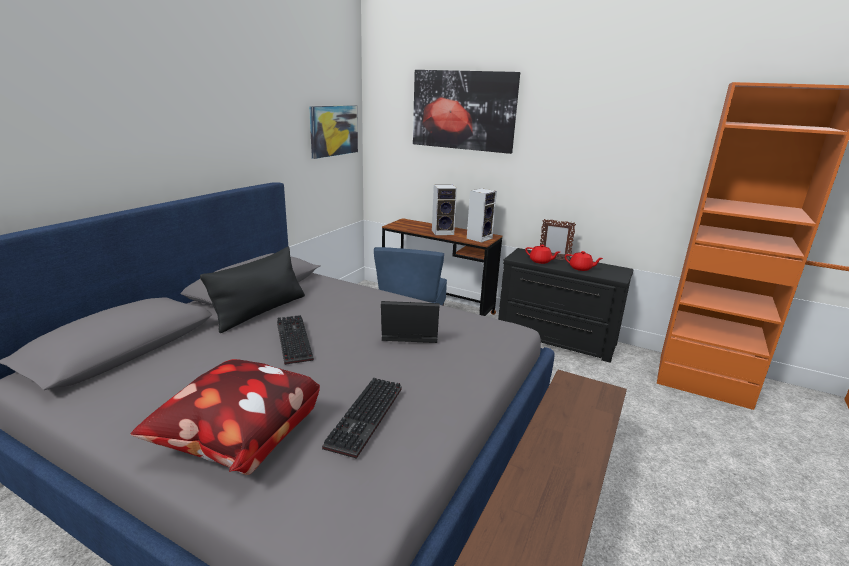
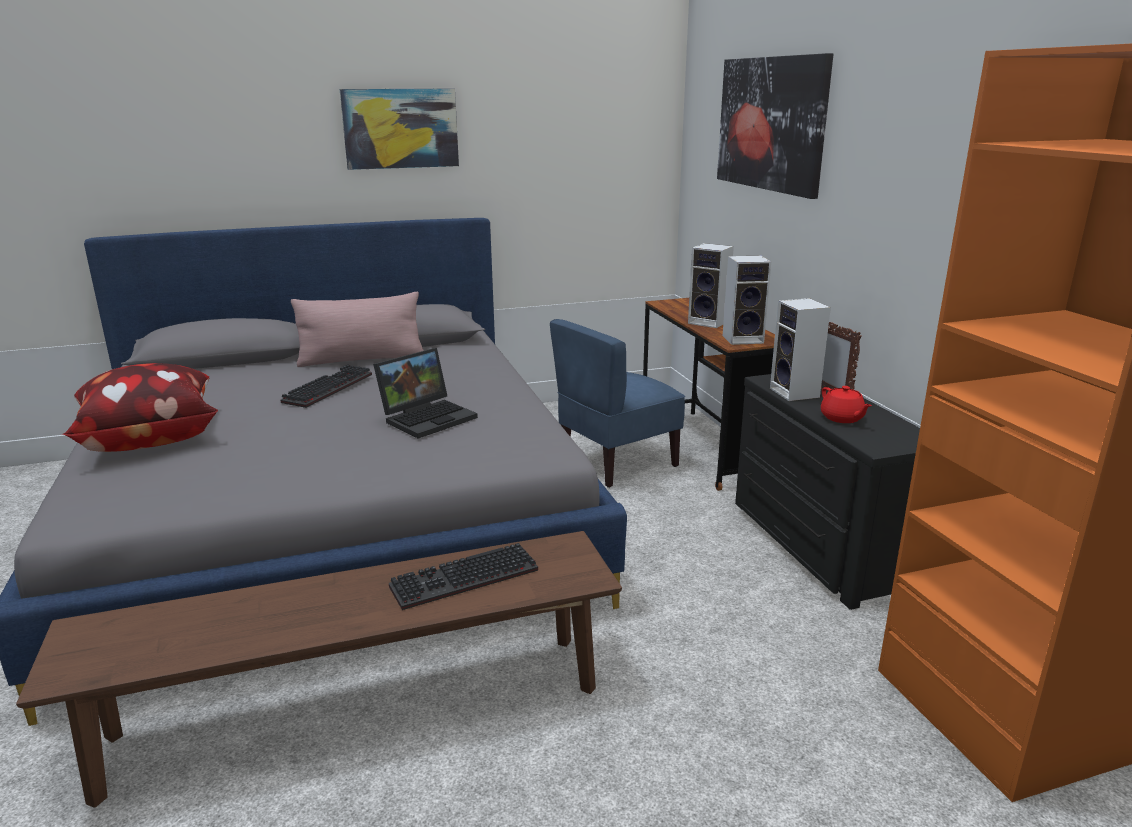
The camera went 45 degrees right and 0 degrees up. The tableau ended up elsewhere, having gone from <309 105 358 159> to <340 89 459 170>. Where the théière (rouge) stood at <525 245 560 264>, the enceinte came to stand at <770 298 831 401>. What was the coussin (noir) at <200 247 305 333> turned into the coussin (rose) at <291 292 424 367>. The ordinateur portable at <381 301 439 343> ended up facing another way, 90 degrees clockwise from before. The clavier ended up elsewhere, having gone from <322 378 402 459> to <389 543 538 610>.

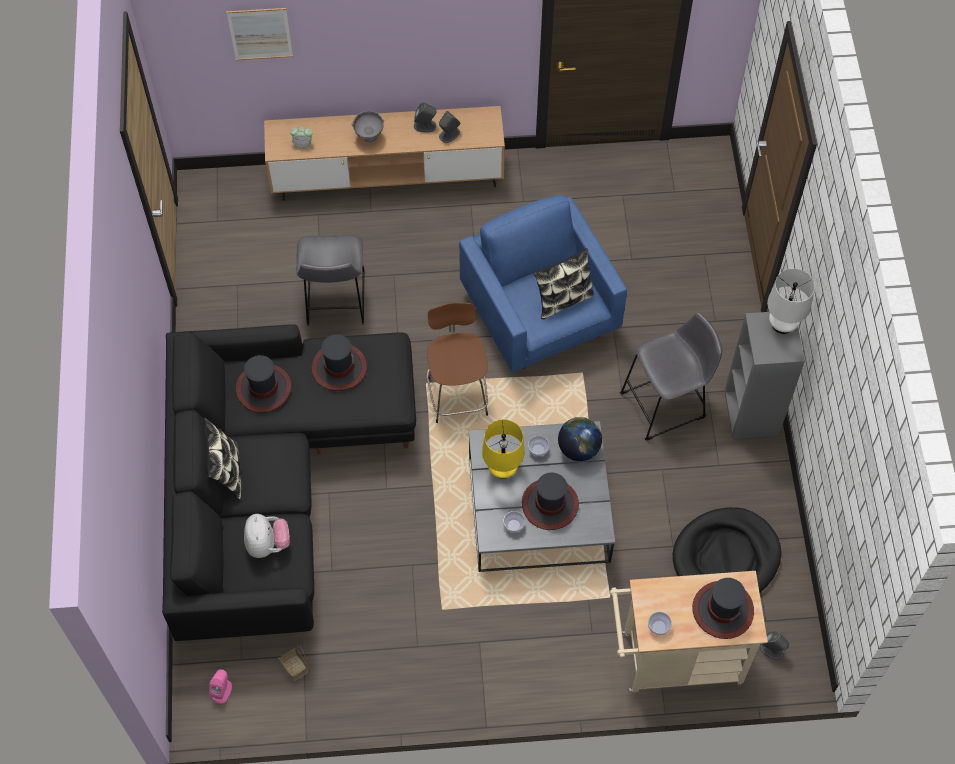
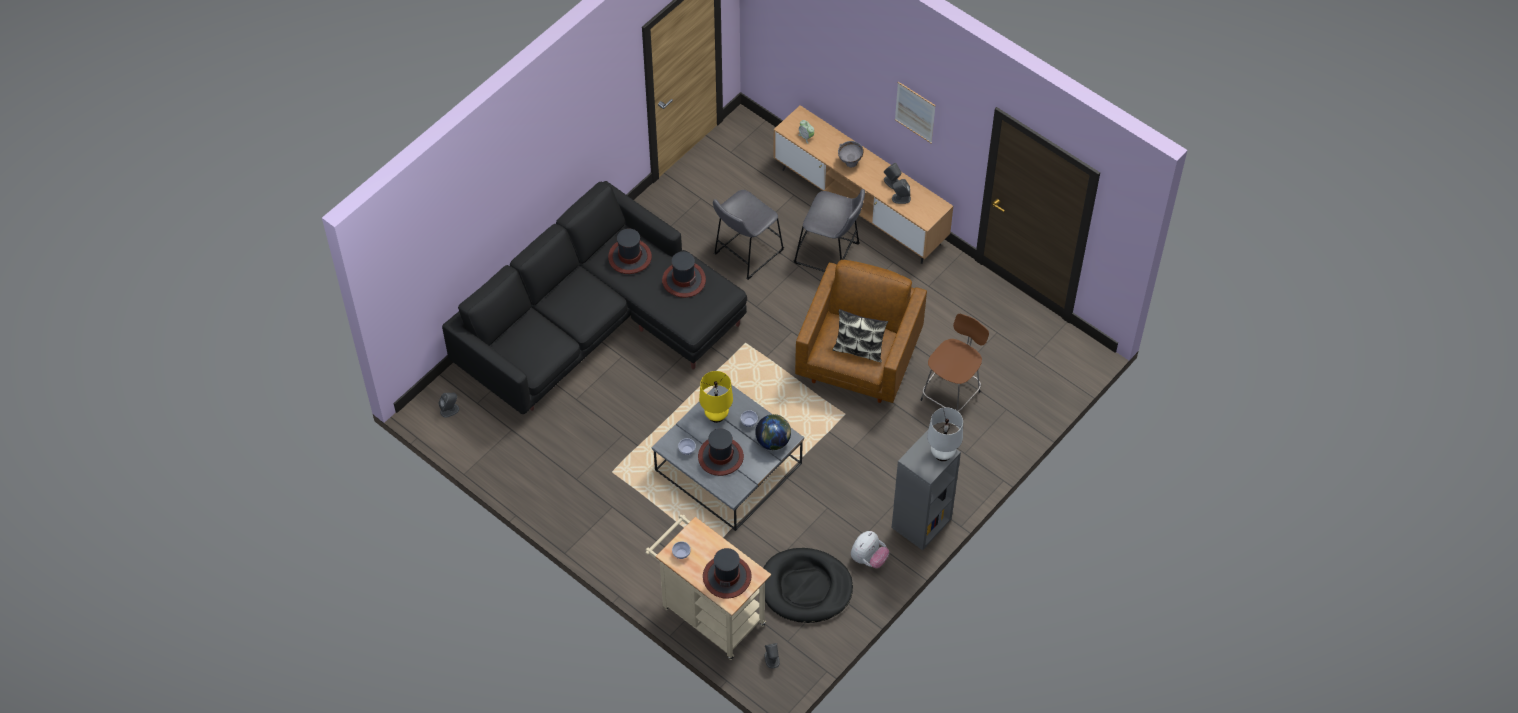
The camera went 45 degrees right and 5 degrees down. The tableau ended up elsewhere, having gone from <227 8 293 61> to <895 82 936 144>. What was the fauteuil (bleu) at <459 195 627 372> turned into the fauteuil (marron) at <795 260 927 403>. The tabouret (marron) ended up elsewhere, having gone from <427 302 488 423> to <920 314 989 412>. The tabouret (gris) ended up elsewhere, having gone from <620 312 722 441> to <793 189 865 272>. The second view lost the coussin at <204 418 241 501>. The peluche ended up elsewhere, having gone from <244 514 290 558> to <851 531 889 568>. The second view lost the panier at <278 644 308 681>. What was the enceinte (rose) at <209 669 232 704> turned into the enceinte (gris) at <438 393 459 418>.

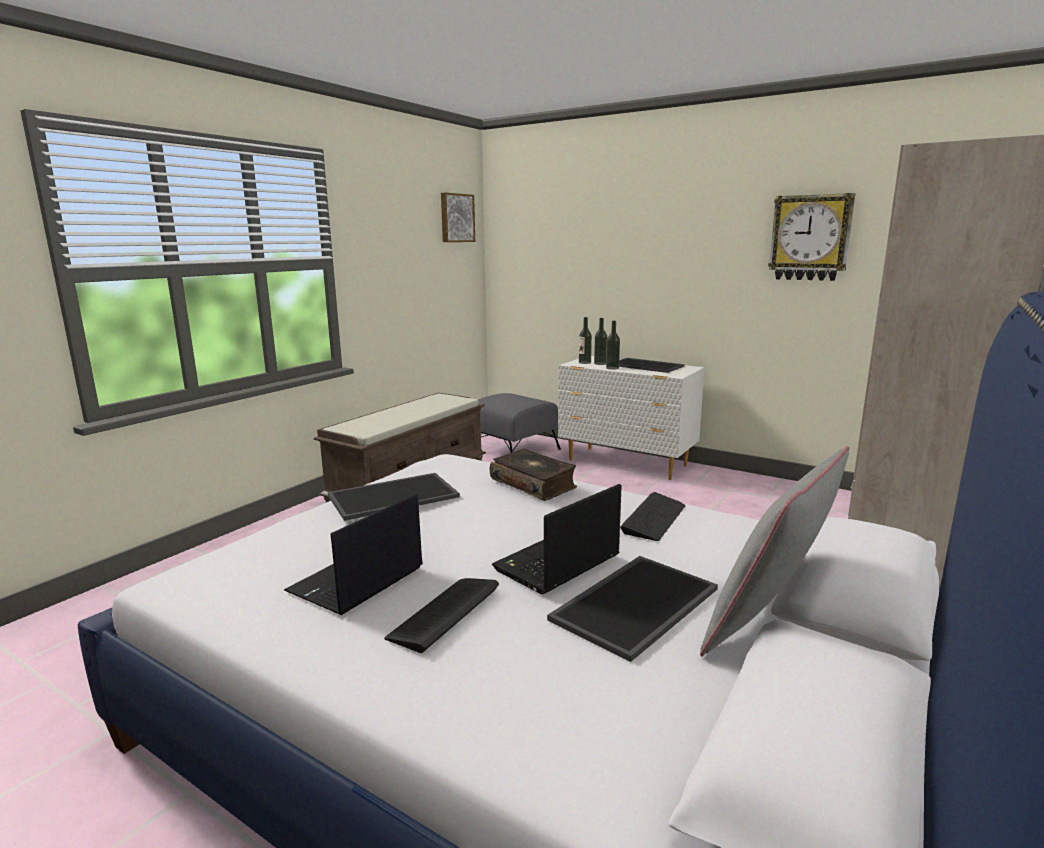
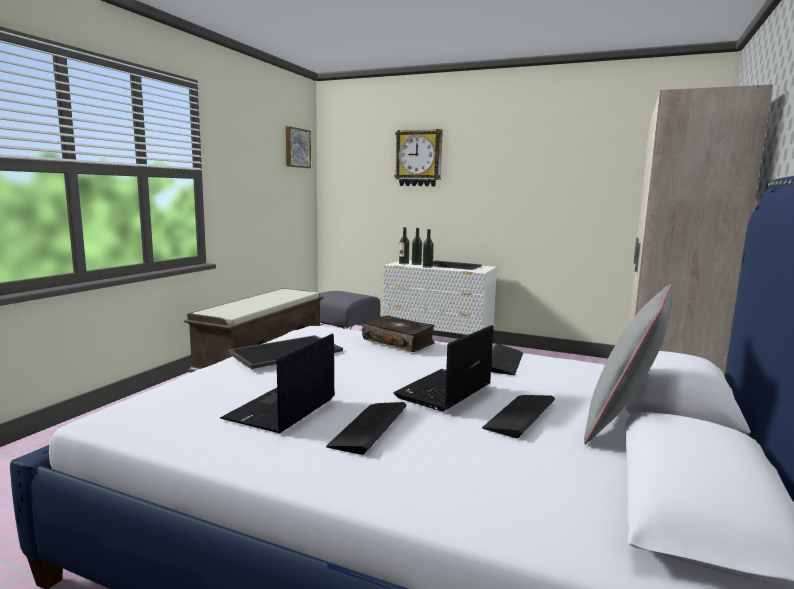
The camera went 10 degrees left and 5 degrees down. The horloge murale ended up elsewhere, having gone from <768 193 855 281> to <394 129 443 186>. Where the plateau stood at <547 556 718 662>, the clavier came to stand at <482 395 555 438>.

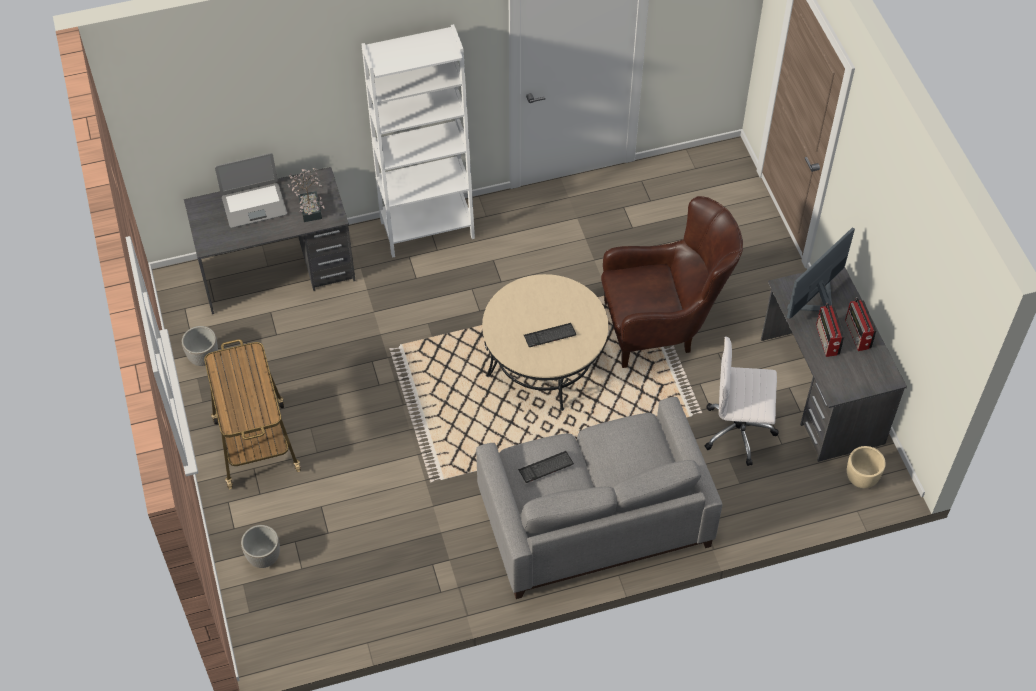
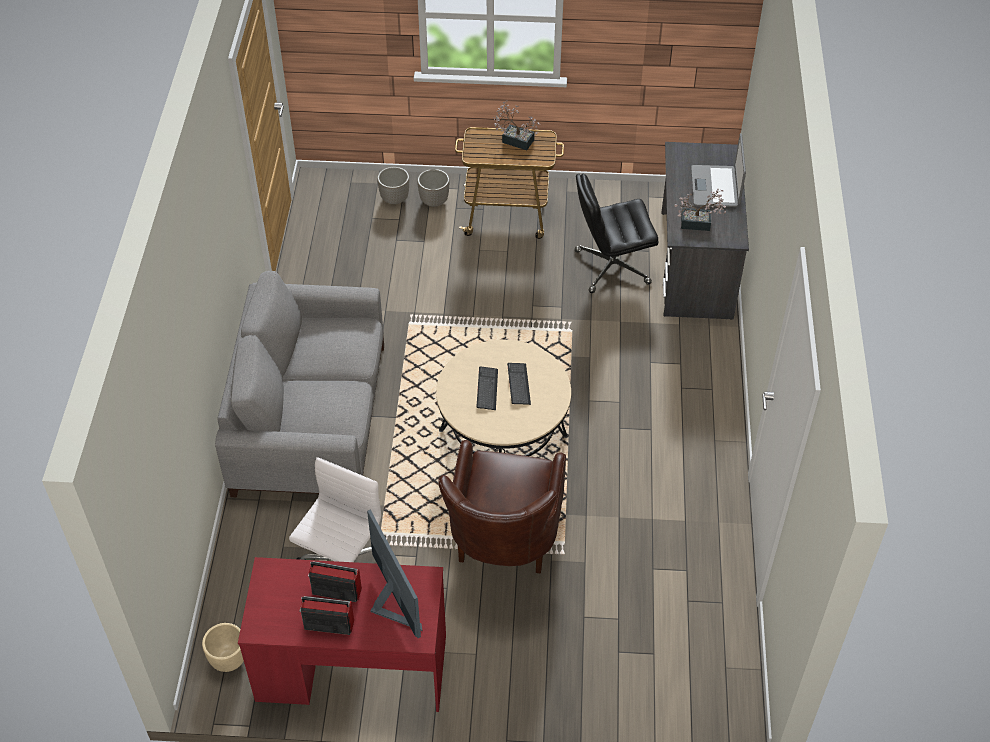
The camera went 110 degrees right and 5 degrees down. The second view lost the bibliothèque (blanc) at <362 24 475 258>. What was the bureau (gris) at <761 267 907 462> turned into the bureau (rouge) at <238 557 446 712>. The cache-pot ended up elsewhere, having gone from <182 326 218 366> to <417 169 449 207>. The clavier ended up elsewhere, having gone from <518 451 574 483> to <507 363 531 405>. The second view gained the plante en pot at <493 100 540 150>. The second view gained the chaise de bureau (noir) at <575 173 659 293>.

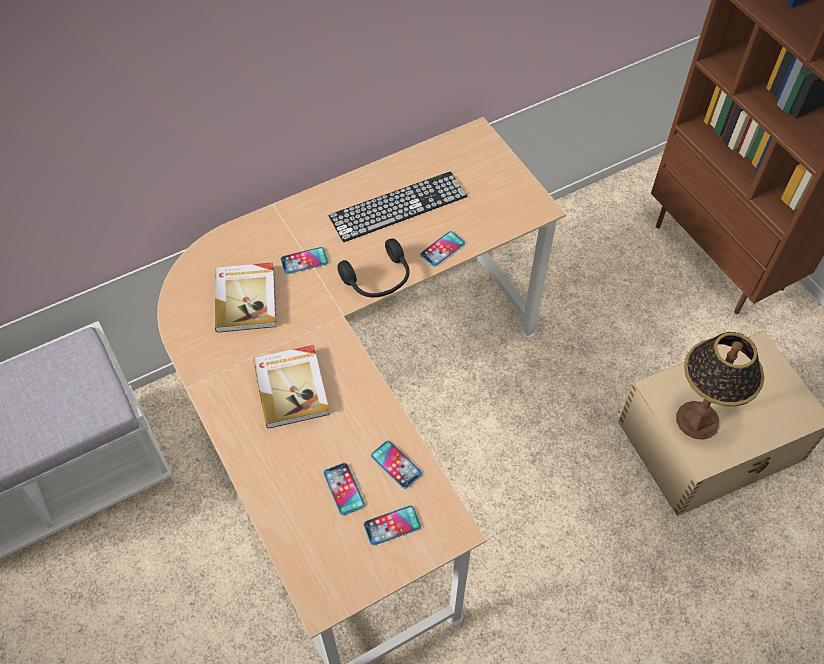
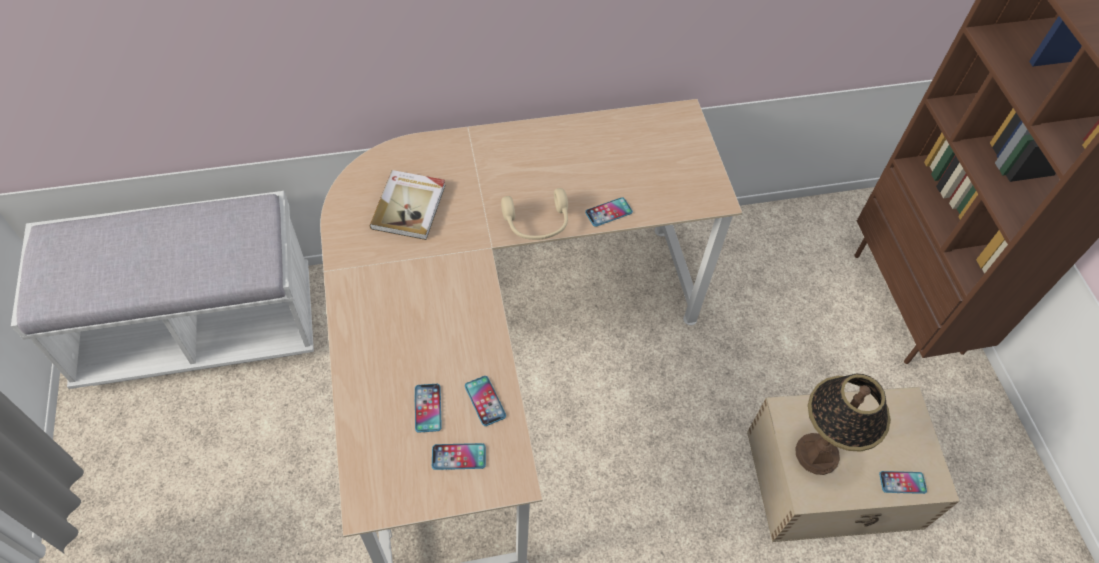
The camera went 15 degrees right and 0 degrees up. The second view lost the clavier at <328 172 467 242>. What was the casque audio (noir) at <337 238 409 297> turned into the casque audio (beige) at <501 188 568 240>. The téléphone ended up elsewhere, having gone from <280 247 328 274> to <879 471 927 494>. The second view lost the livre at <253 345 330 428>.

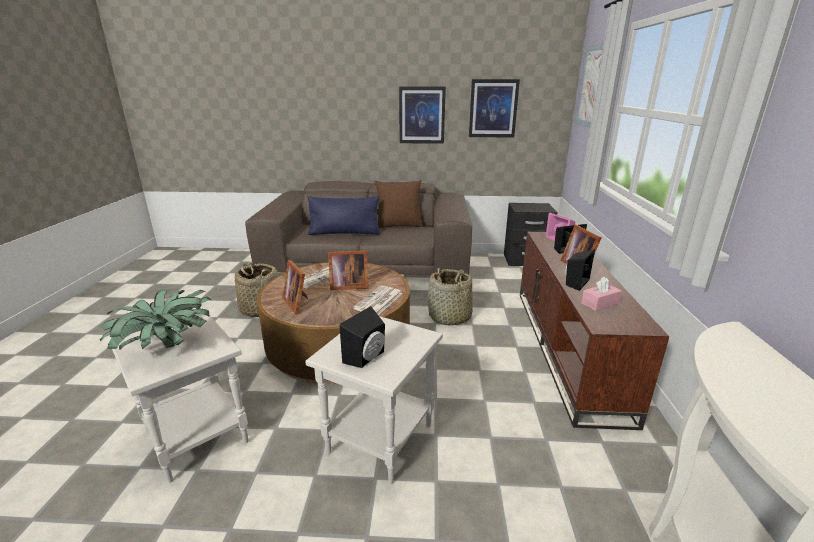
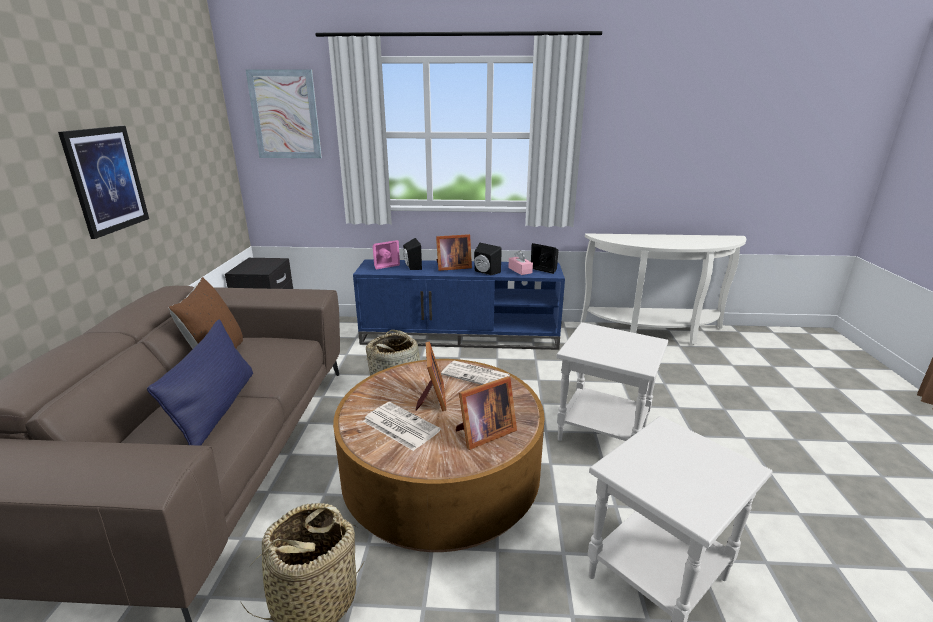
The camera went 90 degrees left and 0 degrees up. The second view lost the tableau at <469 79 520 137>. What was the meuble télé (marron) at <520 232 669 430> turned into the meuble télé (bleu) at <353 259 565 350>. The second view lost the plante en pot at <100 290 211 350>. The enceinte (noir) ended up elsewhere, having gone from <340 306 385 368> to <531 243 559 274>.

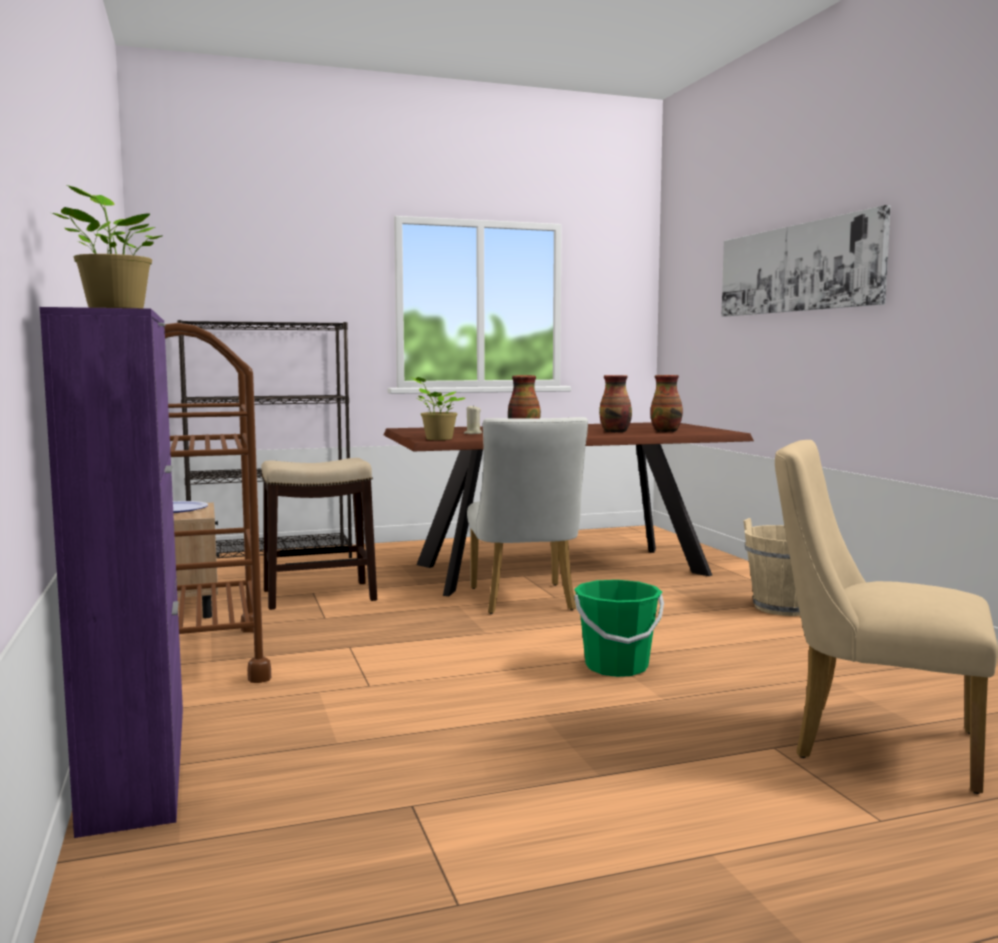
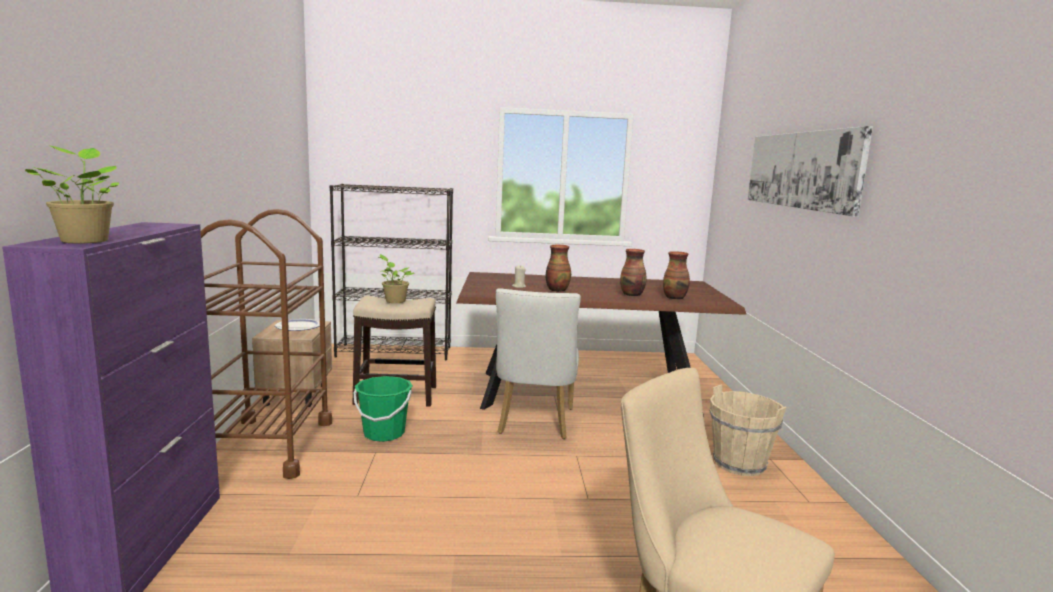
The camera went 15 degrees right and 5 degrees up. The plante en pot ended up elsewhere, having gone from <411 377 465 440> to <379 254 415 303>. The seau (vert) ended up elsewhere, having gone from <574 580 664 677> to <354 376 413 442>.

